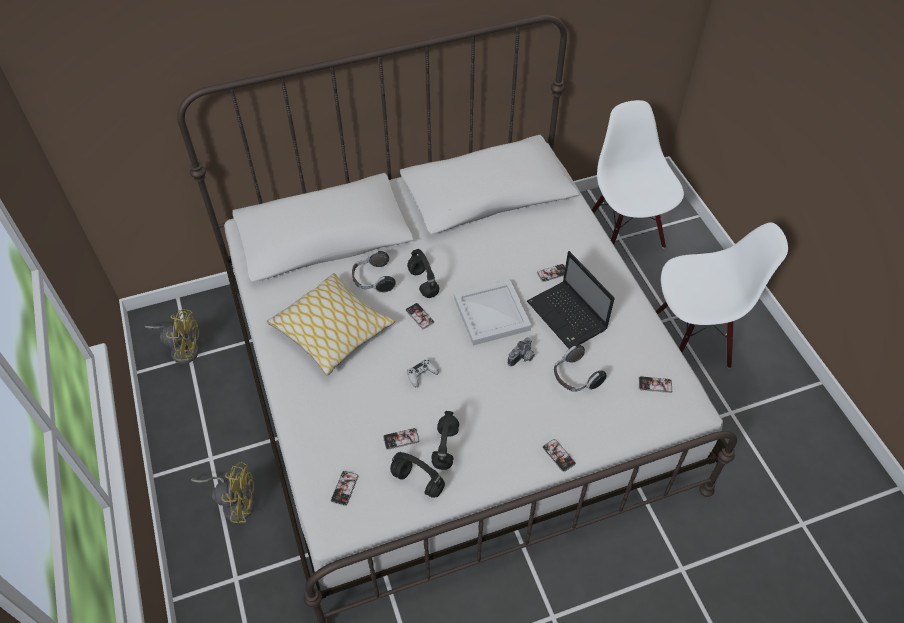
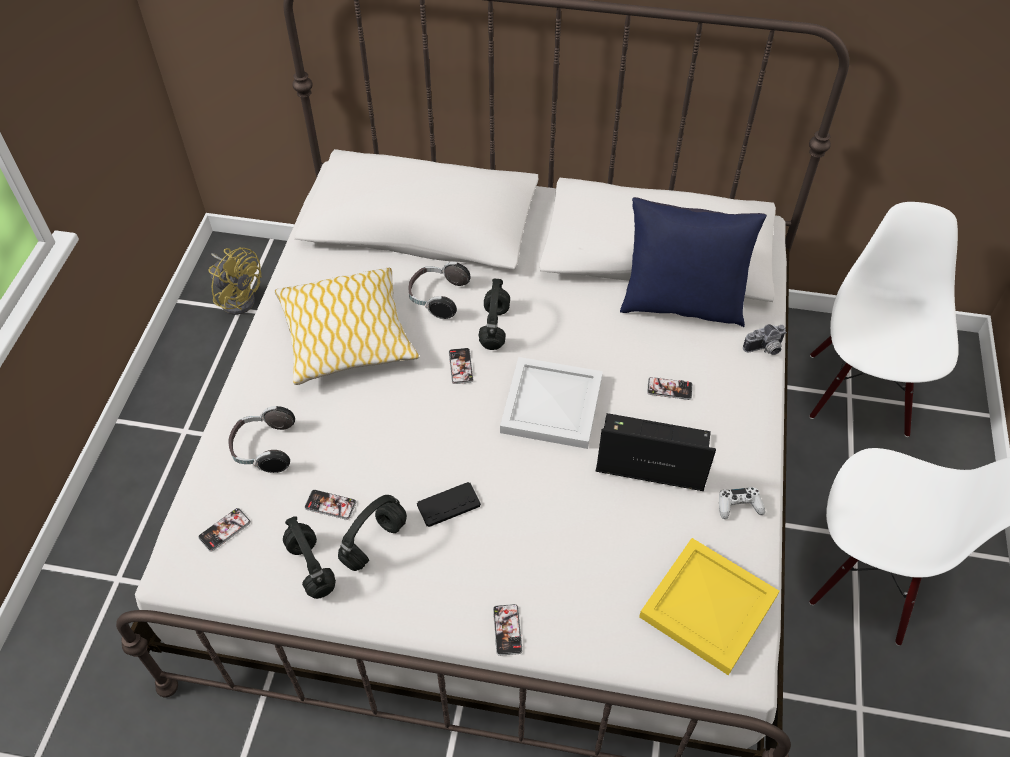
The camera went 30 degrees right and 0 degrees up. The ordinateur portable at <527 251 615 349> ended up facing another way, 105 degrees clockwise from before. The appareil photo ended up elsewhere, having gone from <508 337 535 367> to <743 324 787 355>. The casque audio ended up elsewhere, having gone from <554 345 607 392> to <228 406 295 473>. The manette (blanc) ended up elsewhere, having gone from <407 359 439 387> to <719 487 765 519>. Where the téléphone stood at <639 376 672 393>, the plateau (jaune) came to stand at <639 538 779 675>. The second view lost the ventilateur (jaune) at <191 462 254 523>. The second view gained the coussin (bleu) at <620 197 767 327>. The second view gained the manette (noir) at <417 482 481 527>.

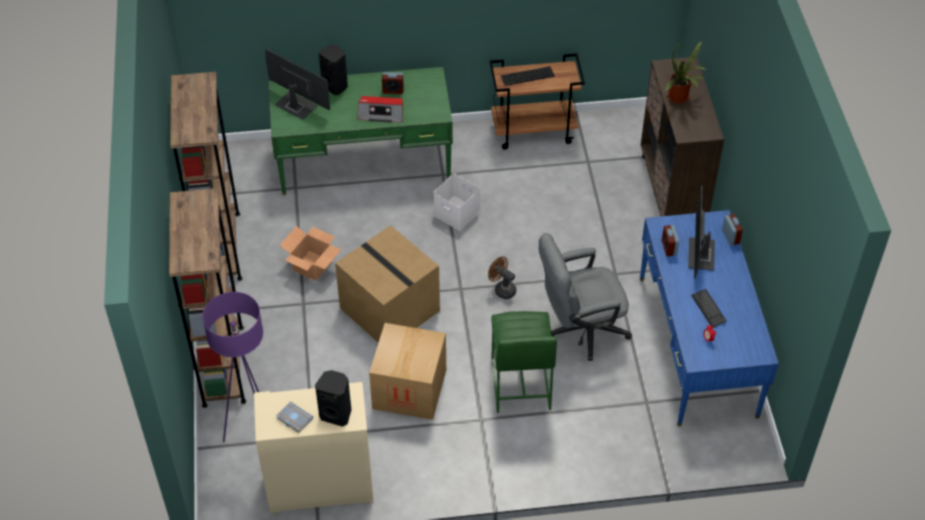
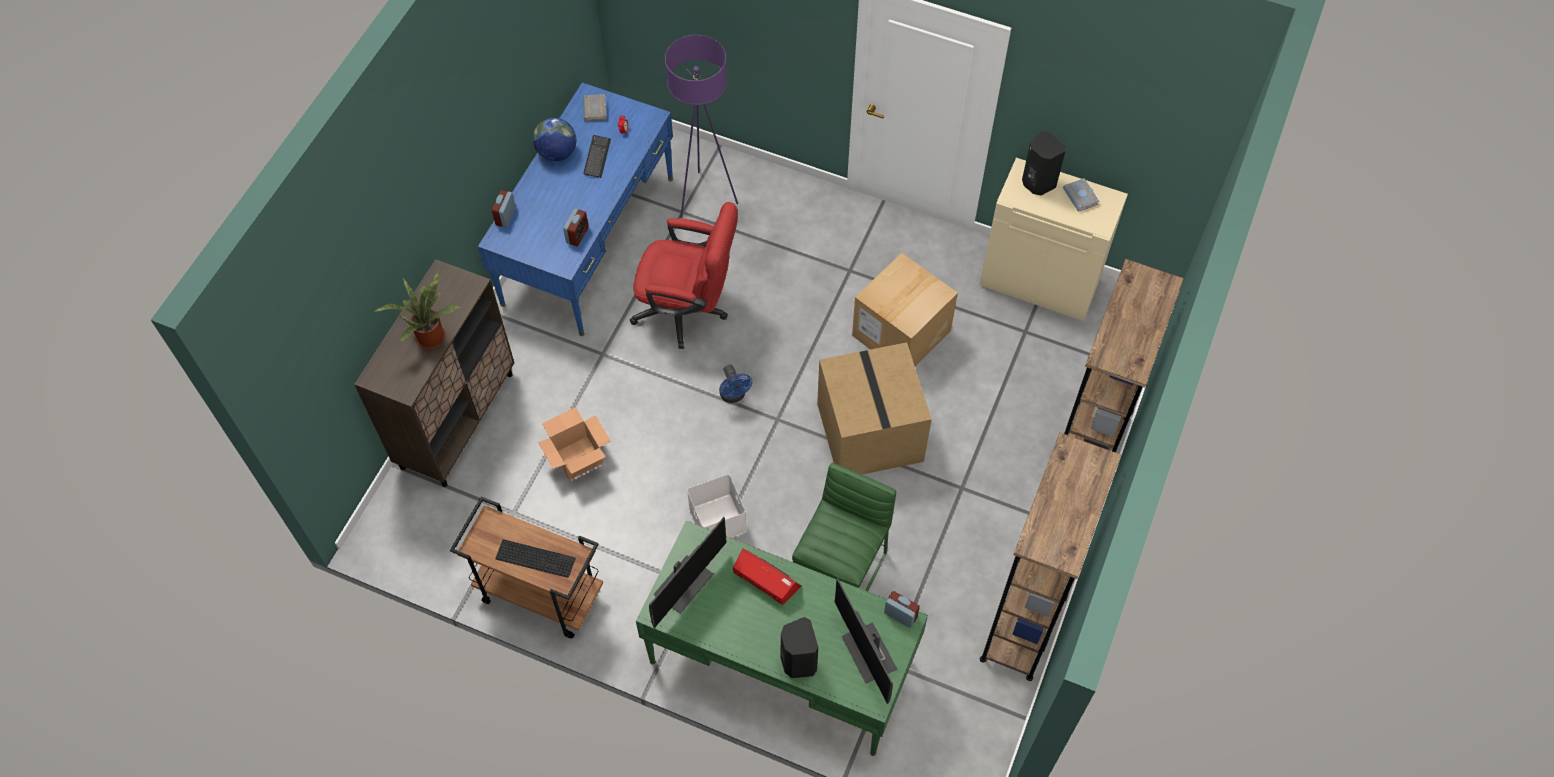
The camera went 150 degrees left and 10 degrees up. The réveil ended up elsewhere, having gone from <382 72 404 94> to <884 591 920 628>. The écran d'ordinateur ended up elsewhere, having gone from <688 185 715 279> to <649 517 727 628>. The carton ended up elsewhere, having gone from <280 226 342 281> to <538 407 611 480>. What was the chaise de bureau (gris) at <539 233 632 361> turned into the chaise de bureau (rouge) at <630 202 738 349>. What was the ventilateur (marron) at <488 256 516 299> turned into the ventilateur (bleu) at <719 365 752 403>. The lampadaire (violet) ended up elsewhere, having gone from <202 292 263 442> to <665 35 738 218>. The tabouret (vert) ended up elsewhere, having gone from <491 311 557 413> to <792 463 896 591>. The second view gained the livre (gris) at <583 94 607 122>. The second view gained the globe at <533 118 576 162>.

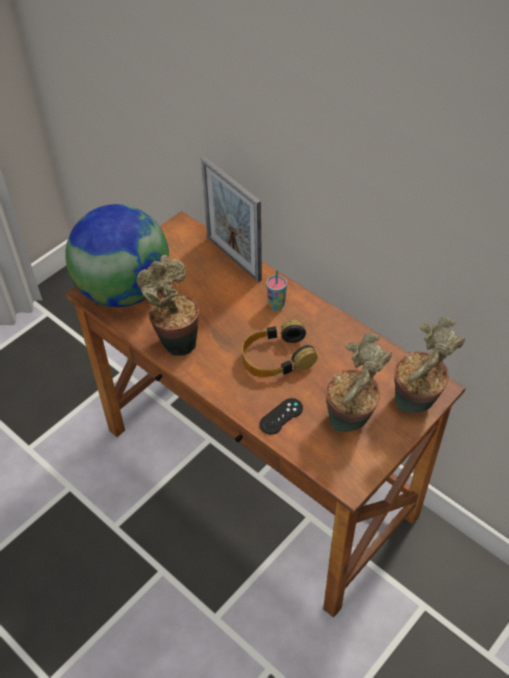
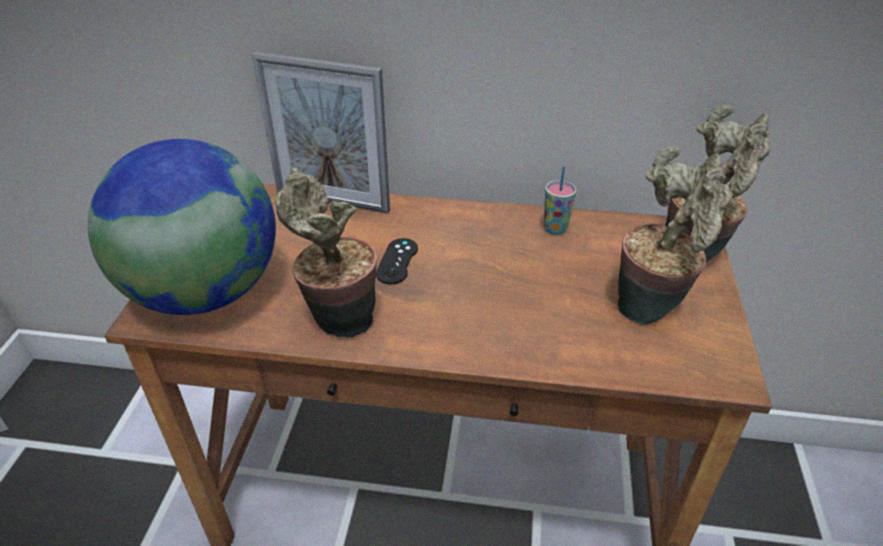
The camera went 35 degrees left and 10 degrees down. The tasse ended up elsewhere, having gone from <266 270 287 310> to <544 166 576 235>. The second view lost the casque audio at <242 320 318 377>. The manette (noir) ended up elsewhere, having gone from <259 398 303 435> to <376 238 418 284>.

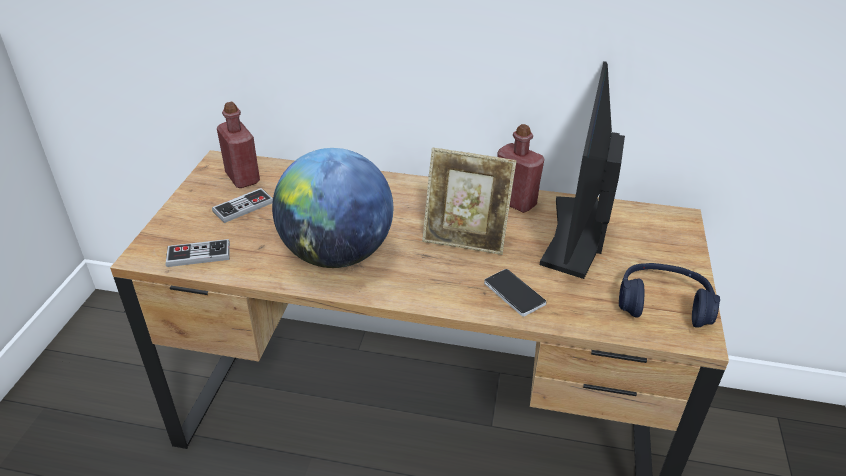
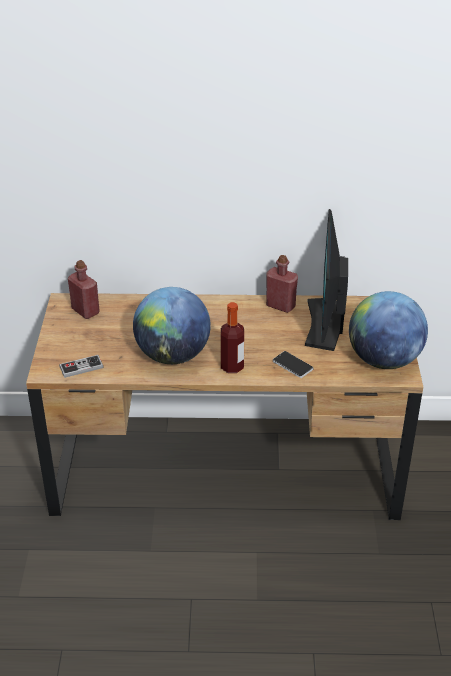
The camera went 10 degrees left and 0 degrees up. The second view lost the cadre photo at <422 147 517 255>. The second view lost the manette at <212 188 273 223>. Where the casque audio (bleu) stood at <619 263 720 328>, the globe came to stand at <349 291 428 369>. The second view gained the bouteille at <221 302 244 373>.

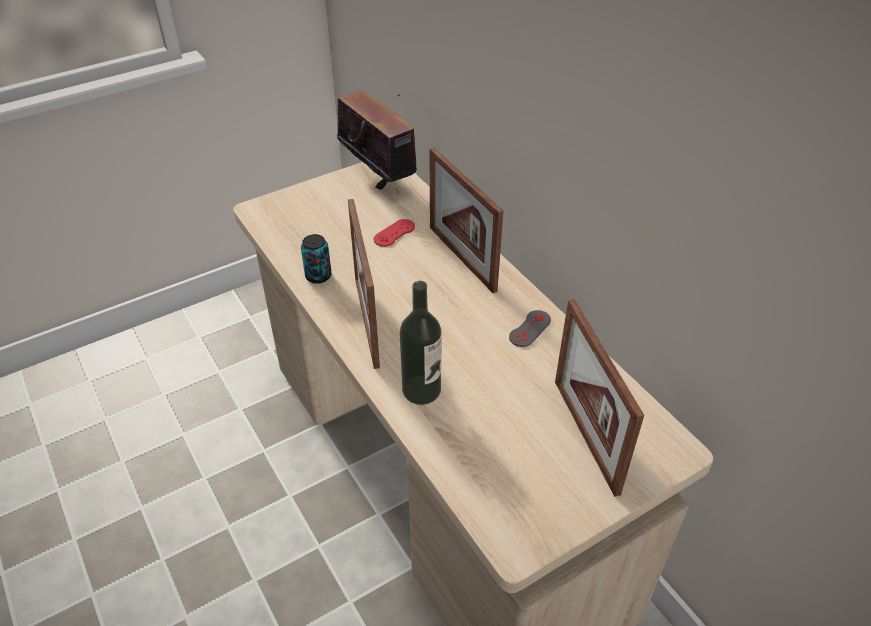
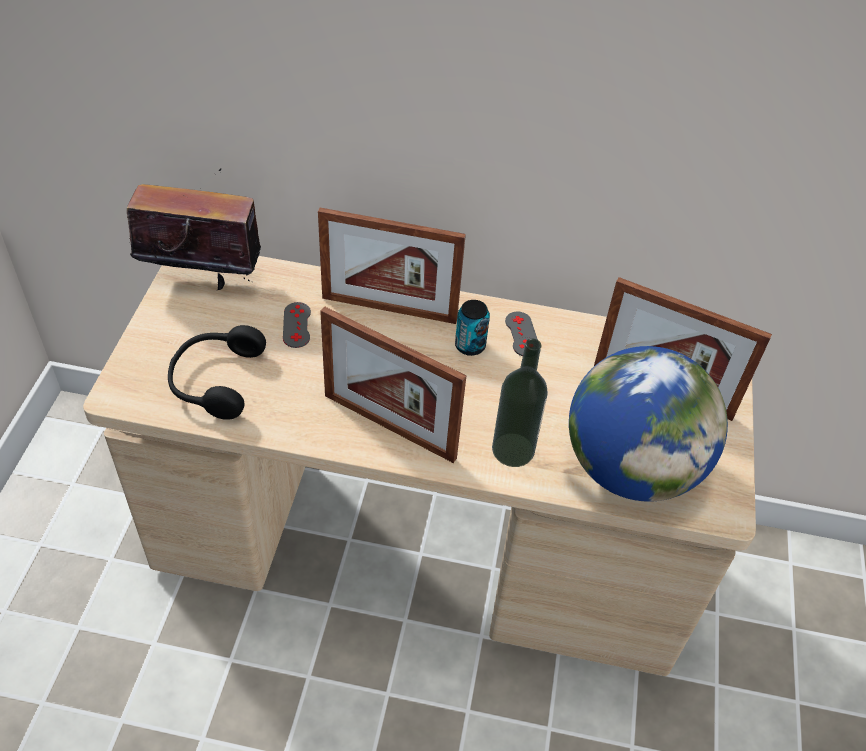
The camera went 50 degrees left and 5 degrees up. What was the manette (rouge) at <373 219 415 247> turned into the manette (gris) at <283 302 311 348>. The boîte métallique ended up elsewhere, having gone from <301 234 332 284> to <455 300 490 356>. The second view gained the casque audio (noir) at <168 325 266 420>. The second view gained the globe at <569 346 728 502>.

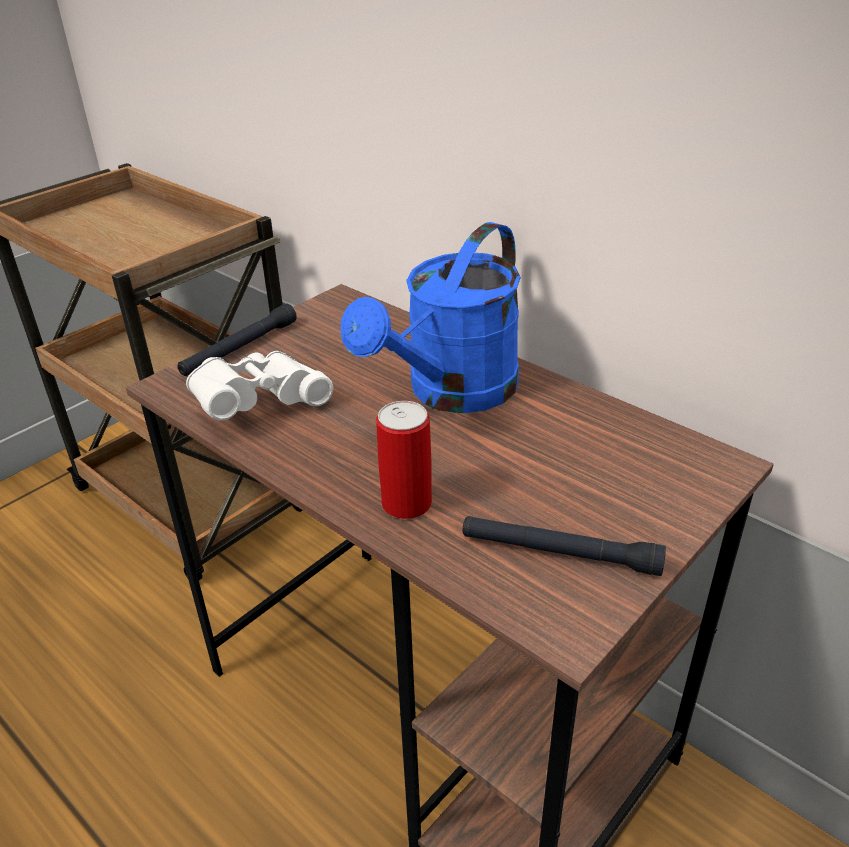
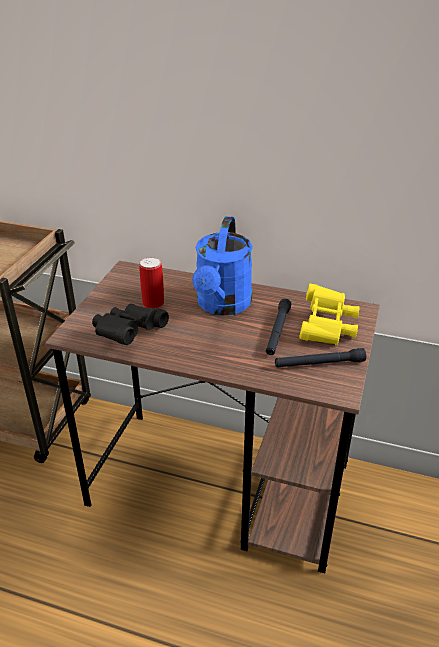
The camera went 25 degrees left and 0 degrees up. The lampe de poche (noir) ended up elsewhere, having gone from <178 303 297 376> to <266 299 291 355>. What was the jumelles (blanc) at <186 351 333 421> turned into the jumelles (noir) at <92 303 169 345>. The boîte métallique ended up elsewhere, having gone from <376 401 432 519> to <139 257 164 309>. The second view gained the jumelles (jaune) at <300 284 360 345>.

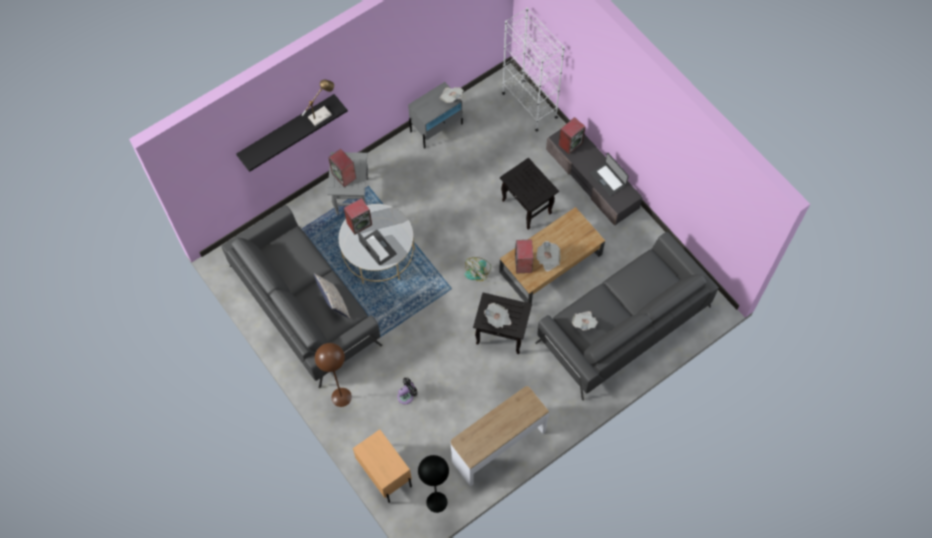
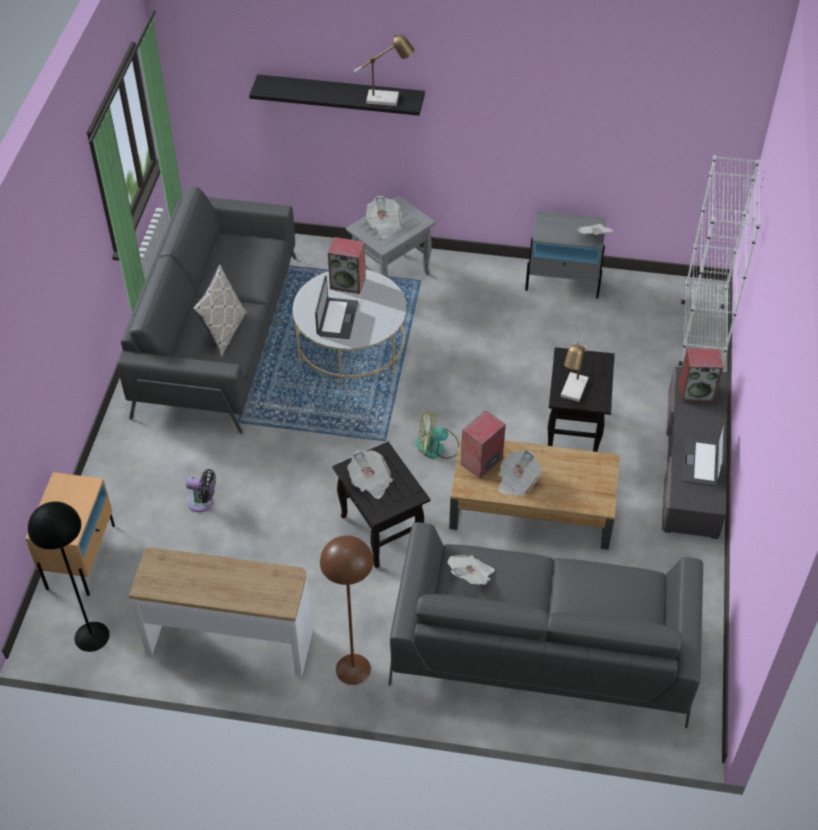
The camera went 45 degrees right and 15 degrees down. Where the enceinte stood at <328 149 356 187>, the journal came to stand at <366 196 402 238>. The lampadaire (marron) ended up elsewhere, having gone from <315 343 352 407> to <320 535 373 685>. The second view gained the lampe de table at <561 342 588 402>.

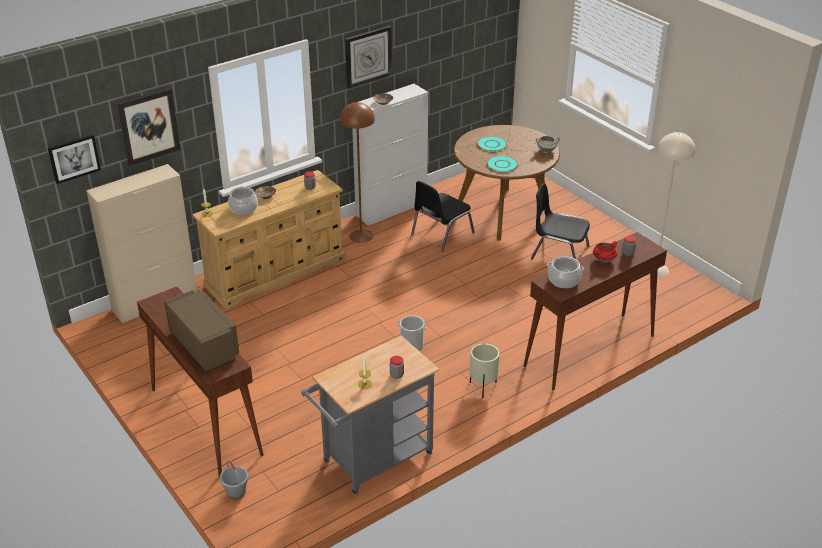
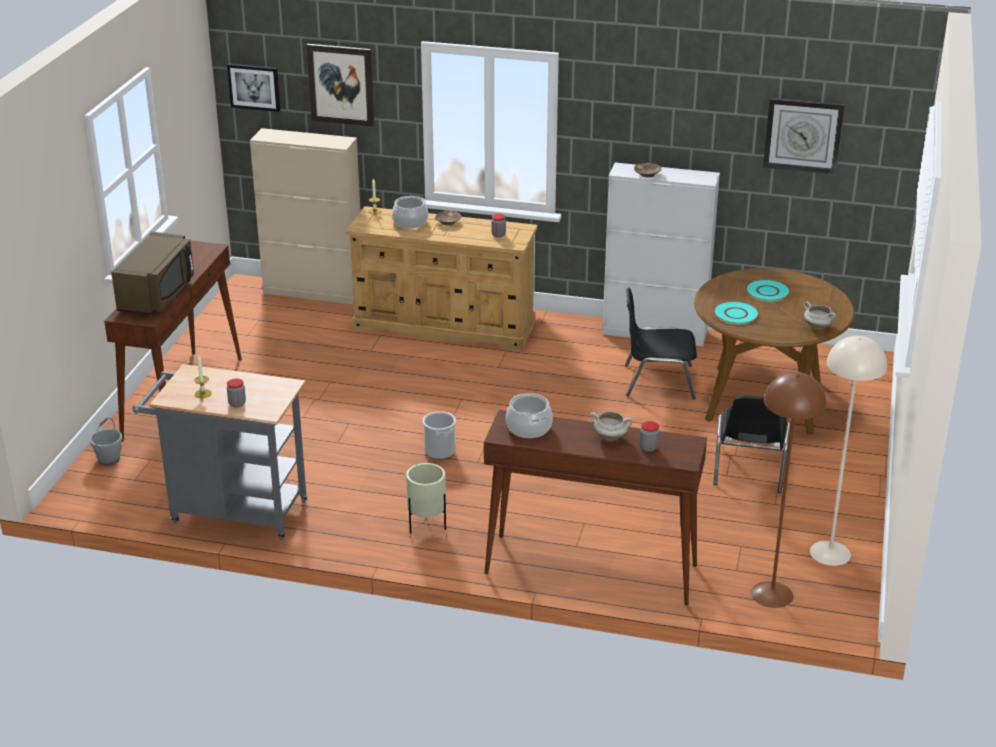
The camera went 50 degrees right and 5 degrees down. The horloge murale ended up elsewhere, having gone from <345 26 392 89> to <763 98 845 174>. The lampadaire (marron) ended up elsewhere, having gone from <340 102 375 243> to <751 372 826 608>. The chaise (noir) at <531 183 590 260> ended up facing another way, 150 degrees counterclockwise from before. What was the marmite (rouge) at <593 241 617 262> turned into the marmite (blanc) at <590 411 633 441>.

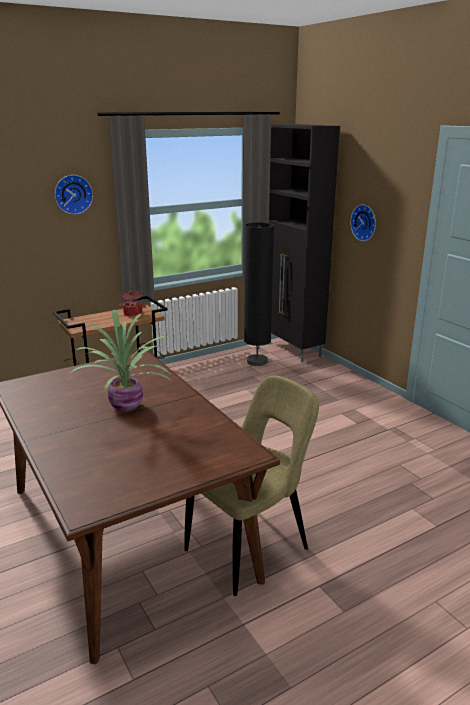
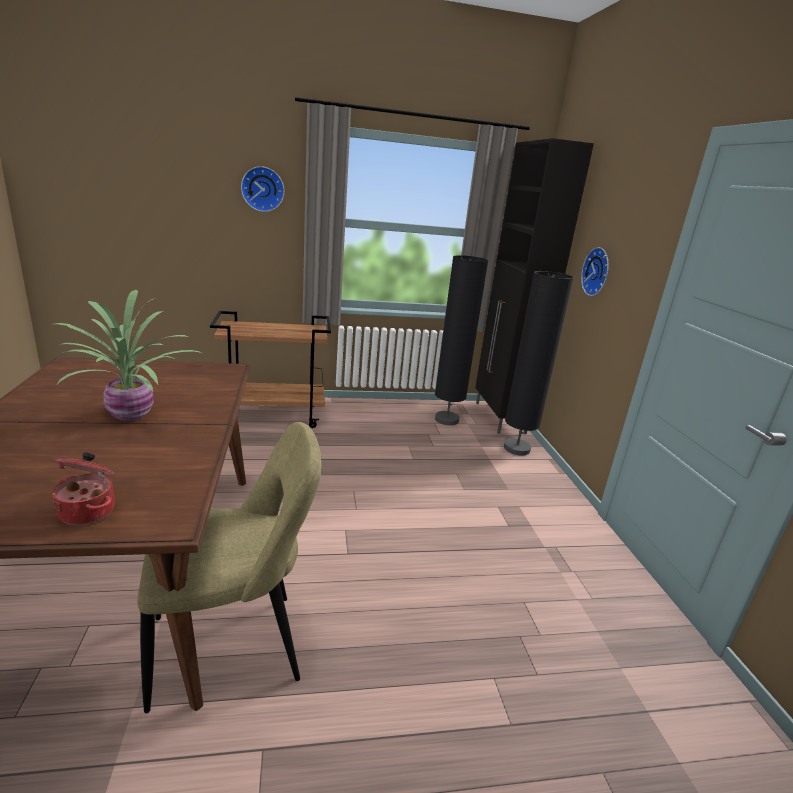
The camera went 20 degrees right and 0 degrees up. The marmite ended up elsewhere, having gone from <120 290 146 316> to <52 452 115 525>. The second view gained the lampadaire (noir) at <504 271 574 455>.

